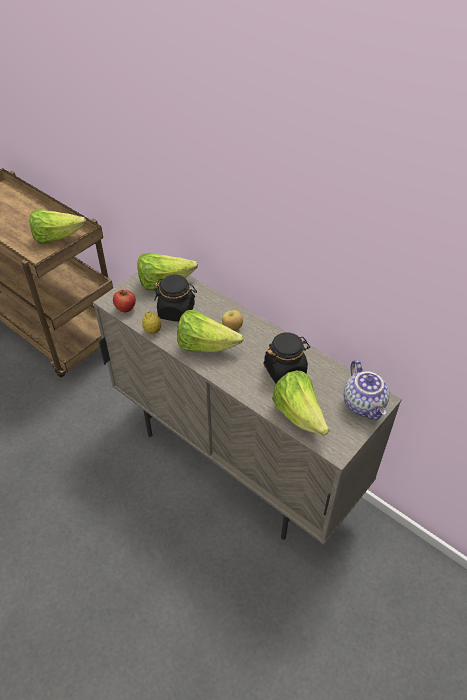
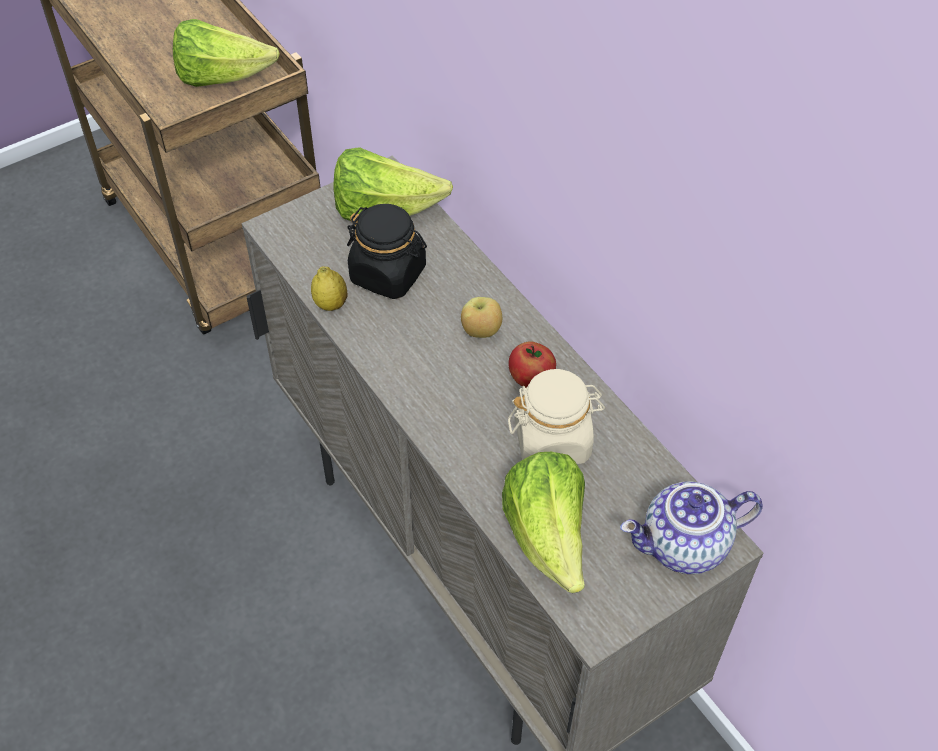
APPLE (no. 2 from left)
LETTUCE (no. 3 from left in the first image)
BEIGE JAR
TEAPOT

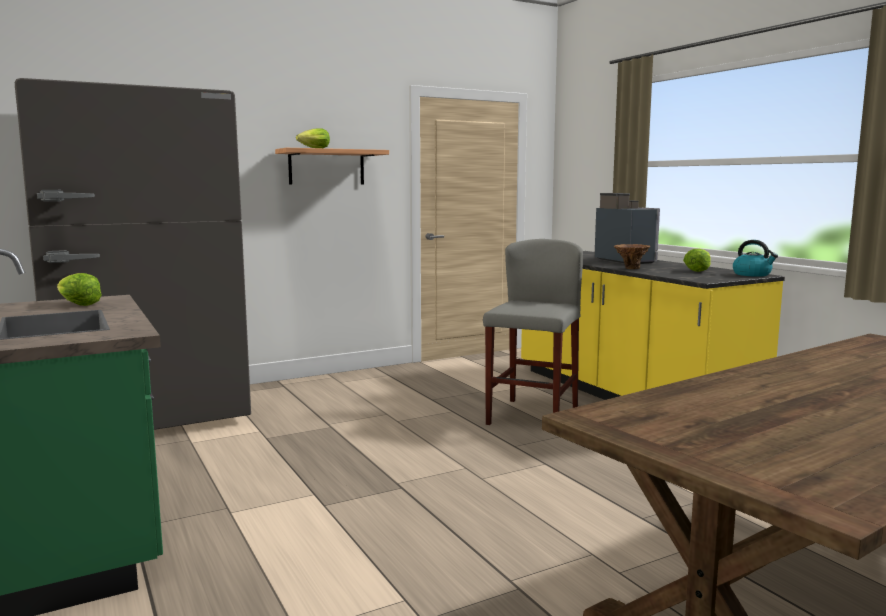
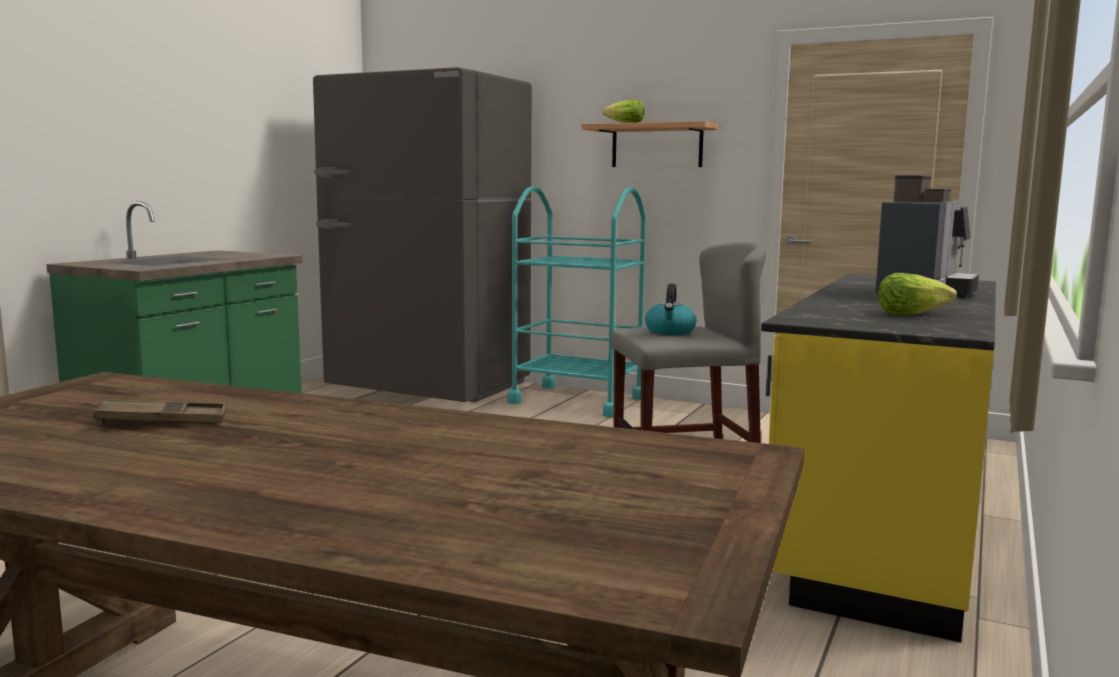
LETTUCE (no. 1 from left in the first image)
BROWN VASE
KETTLE
BROWN TRAY
TURQUOISE CART

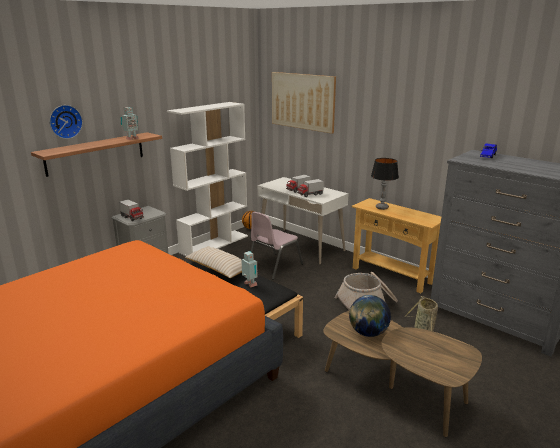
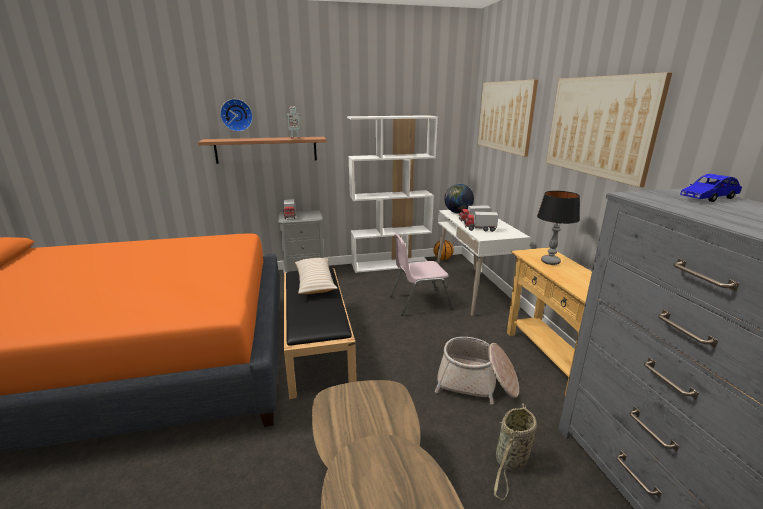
TOY ROBOT (no. 2 from left in the first image)
GLOBE
PICTURE (no. 2 from left)

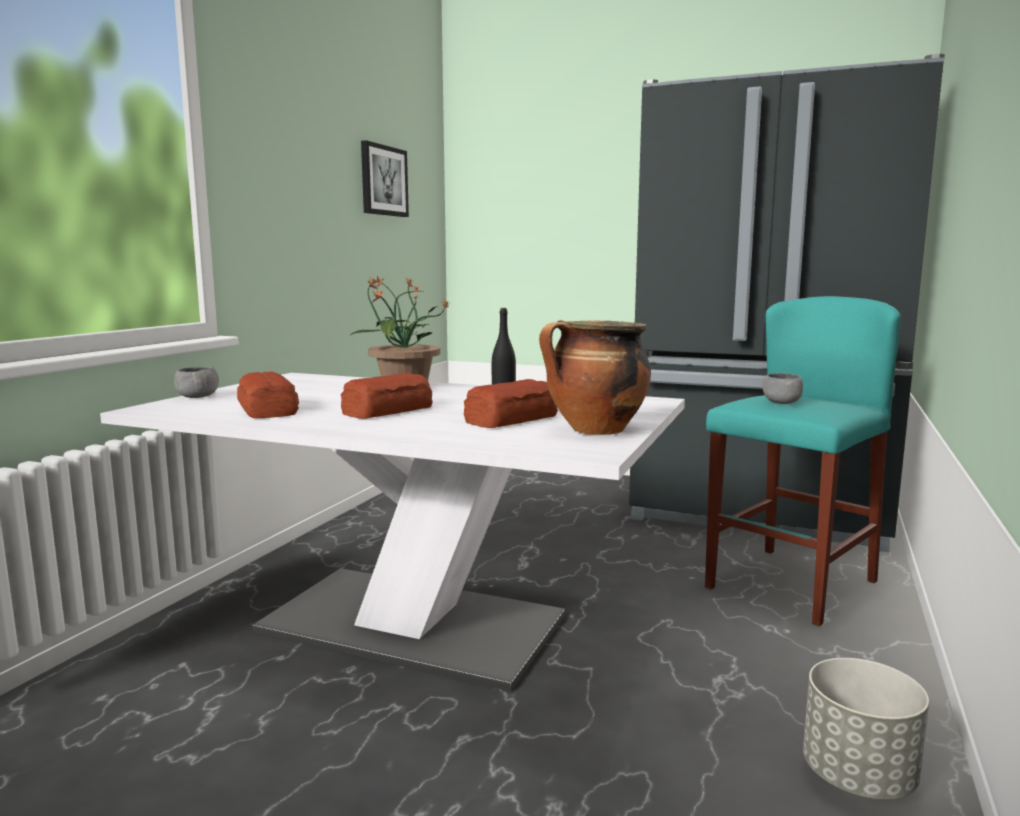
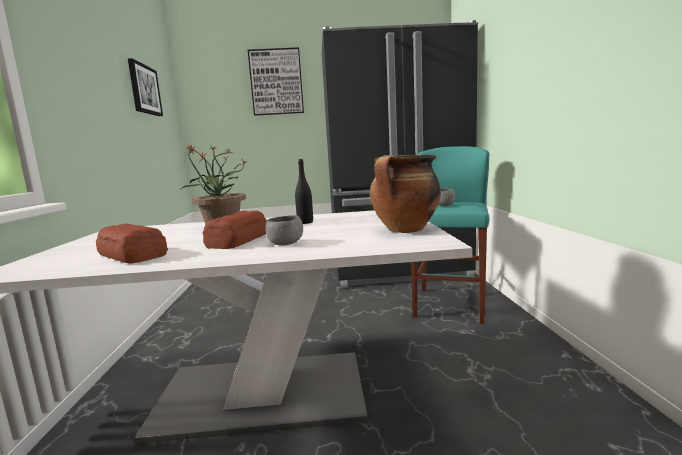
GREY BOWL (no. 1 from left)
BREAD (no. 3 from left in the first image)
GREY PLANTER
PICTURE (no. 2 from left)

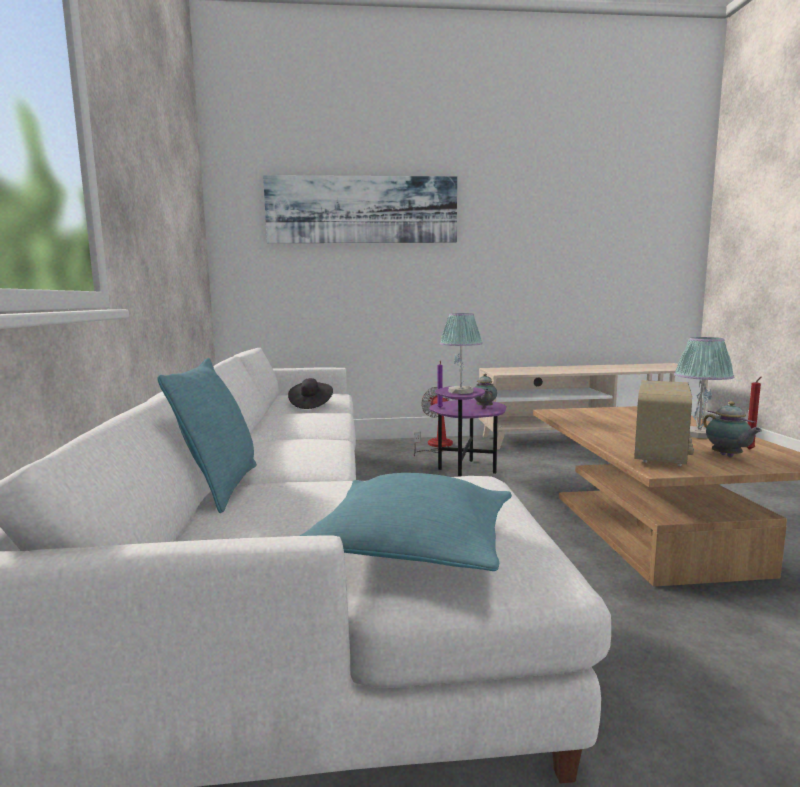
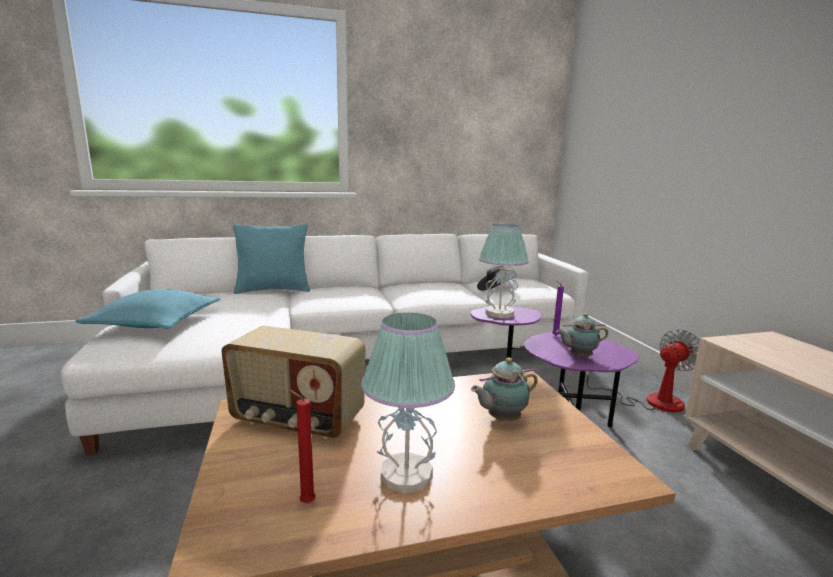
PICTURE
TEAPOT (no. 1 from left)

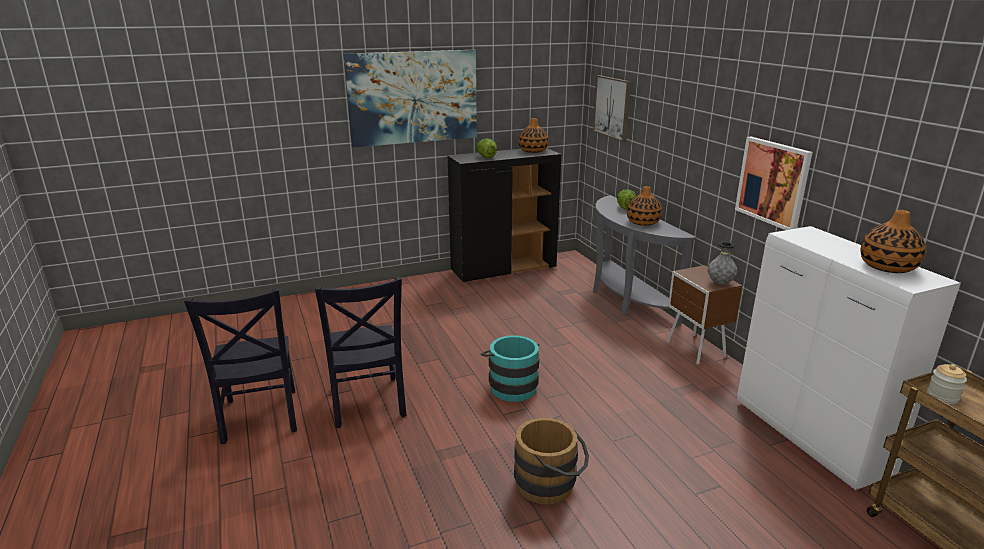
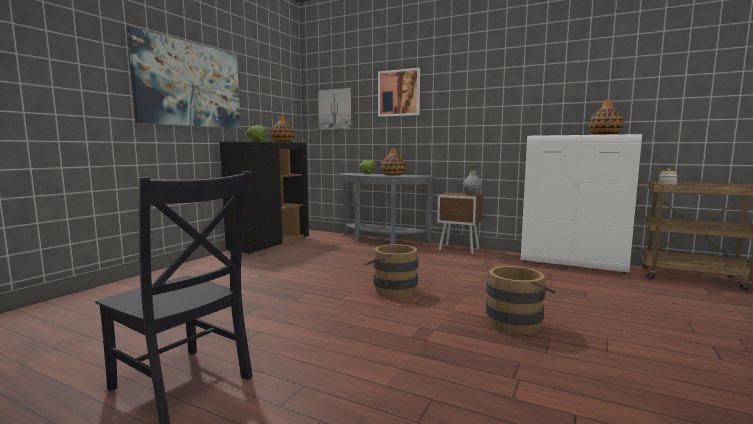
BLACK CHAIR (no. 2 from left in the first image)
BROWN BUCKET (no. 1 from left)
PICTURE (no. 3 from left)

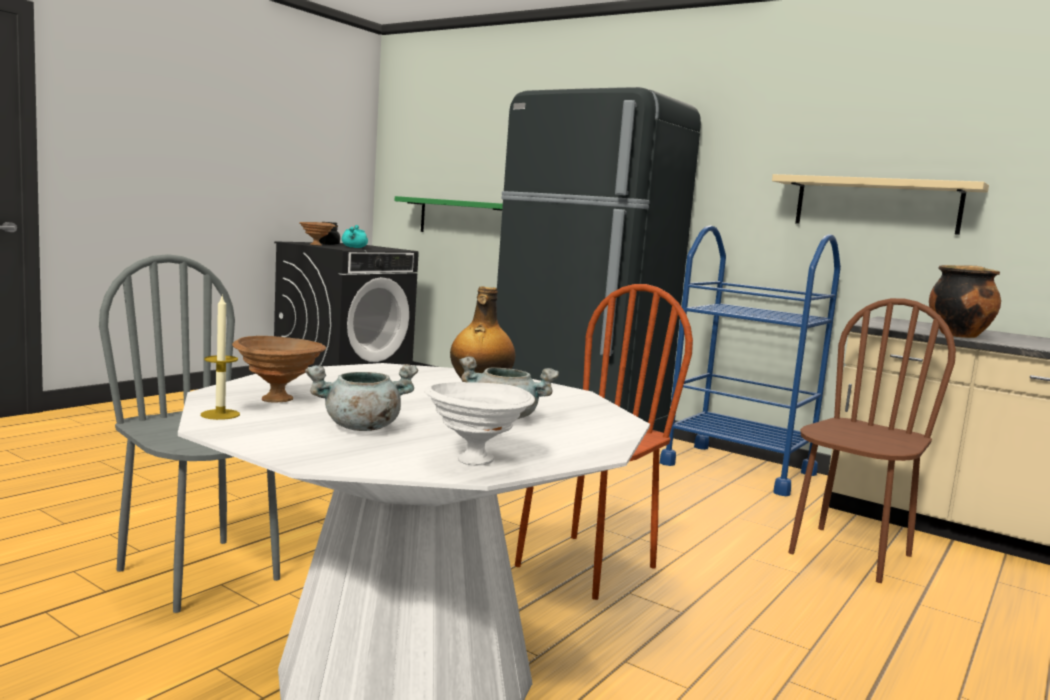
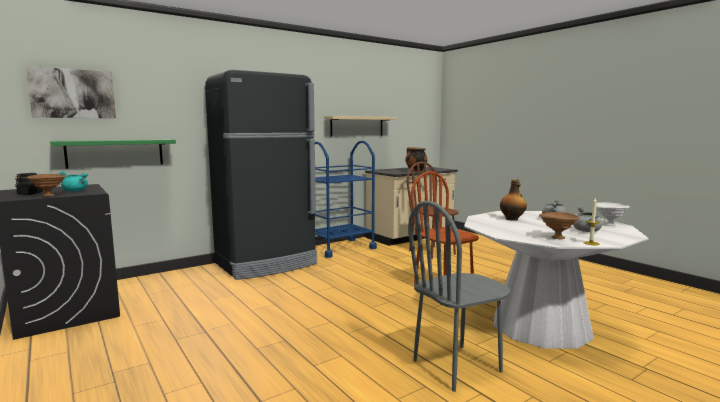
PICTURE

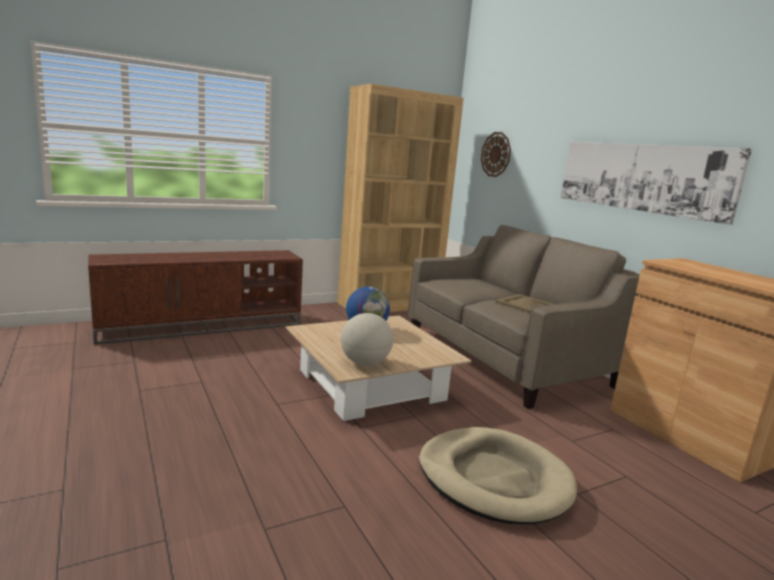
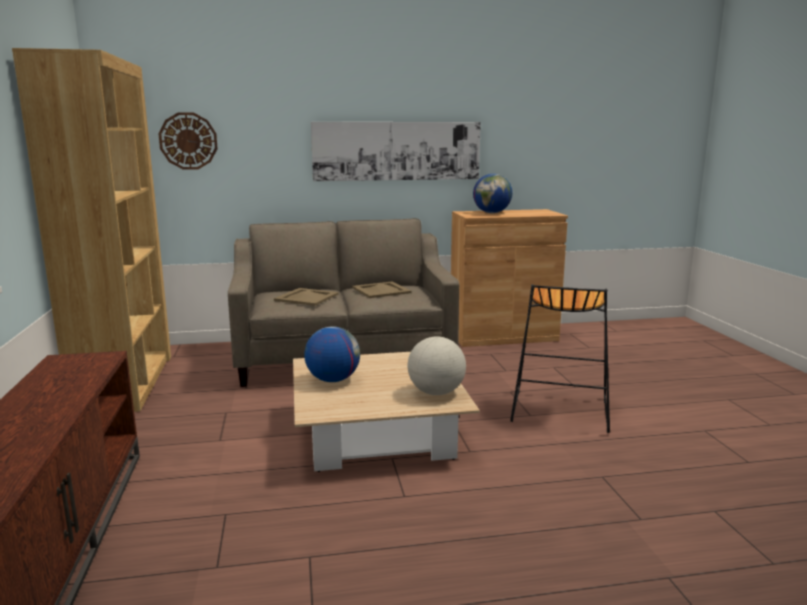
BLACK STOOL
BEIGE TRAY (no. 1 from left)
GLOBE (no. 3 from left)

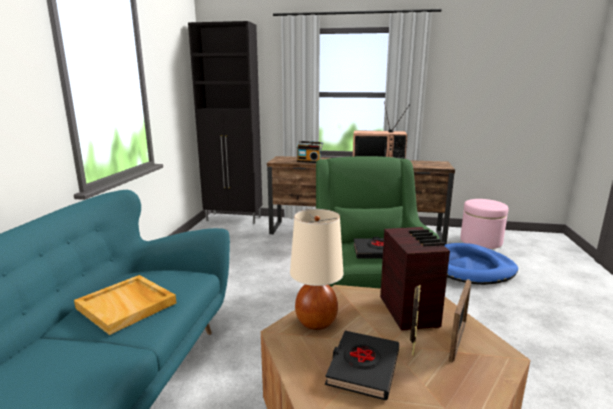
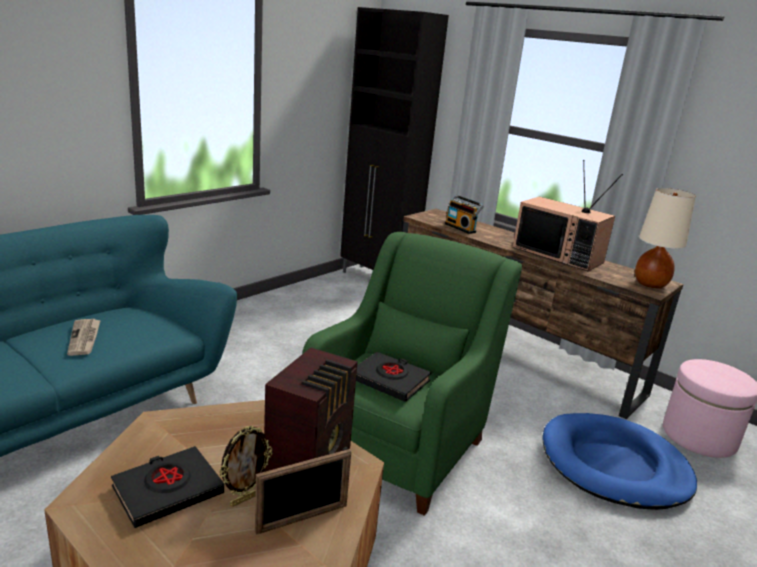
NEWSPAPER
BEIGE TABLE LAMP

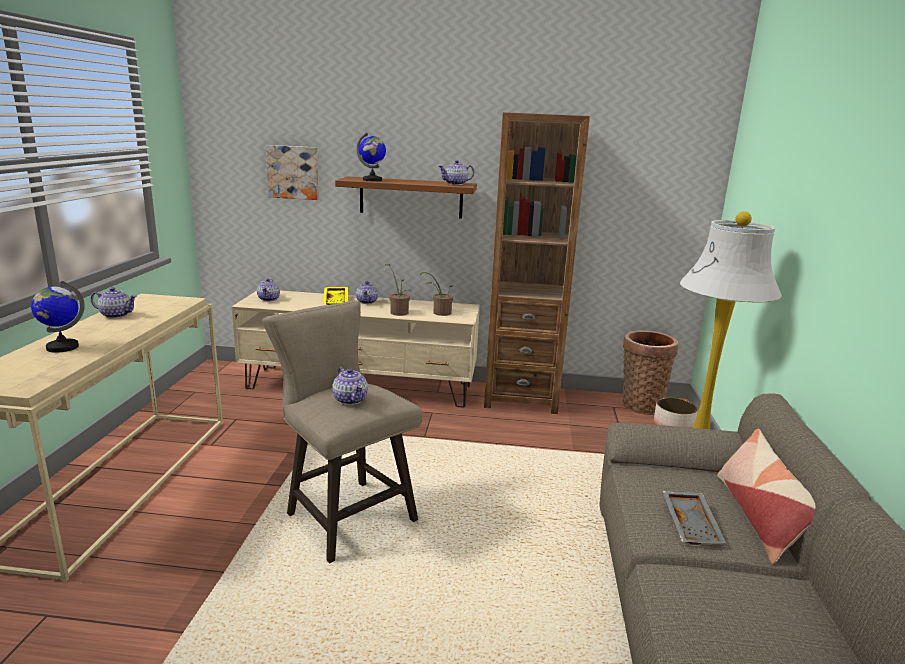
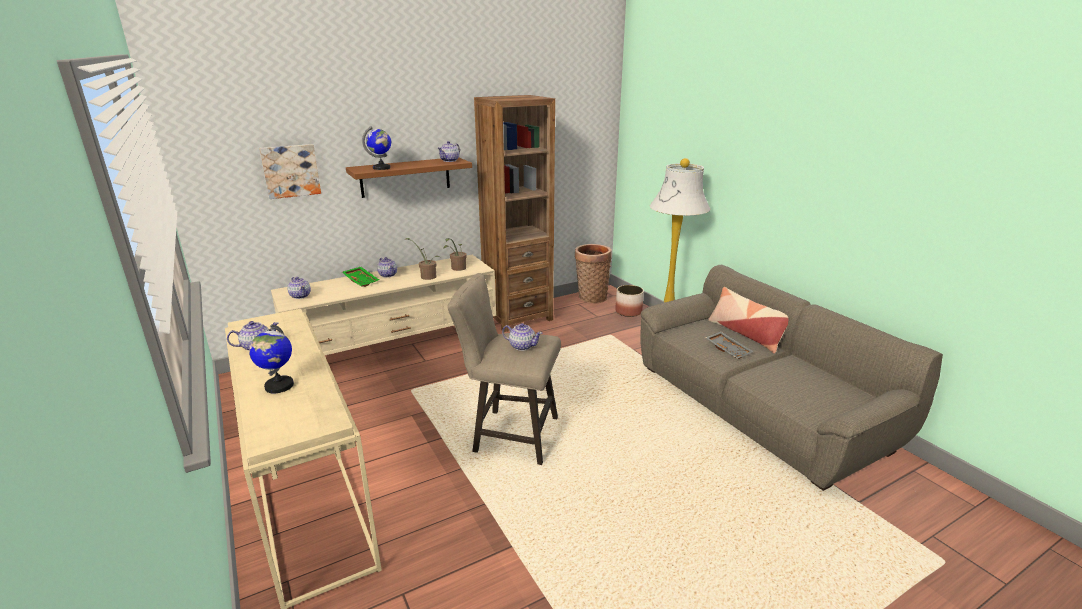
GREEN TRAY

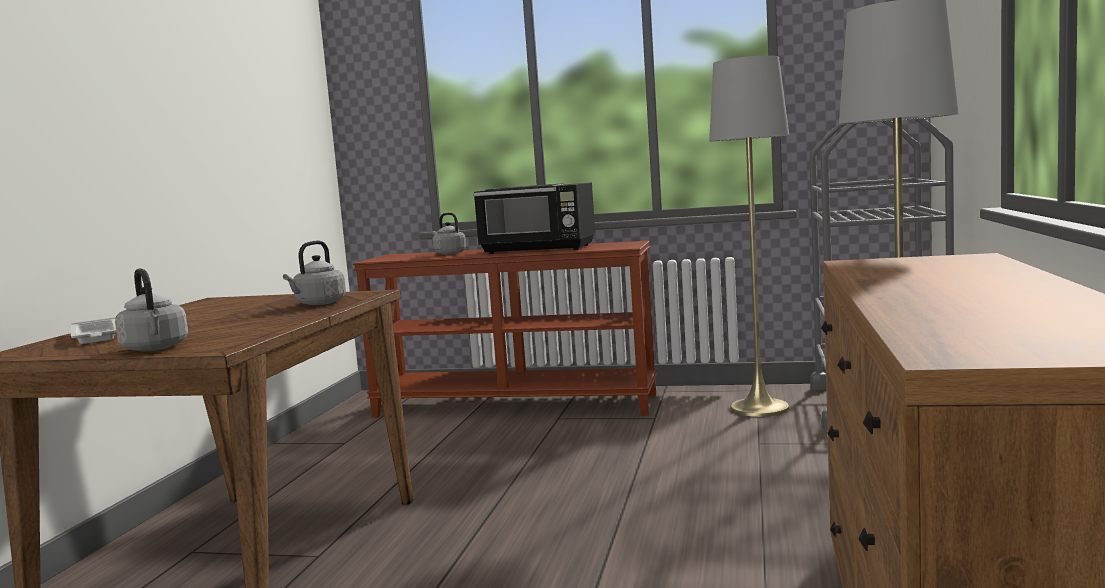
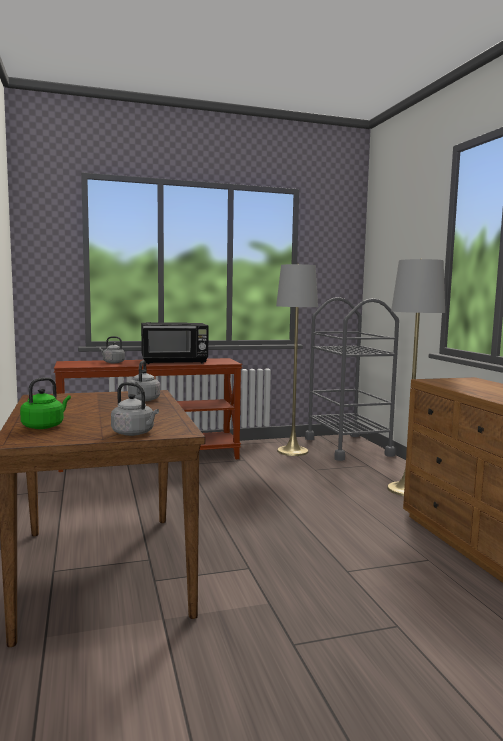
GREEN KETTLE

